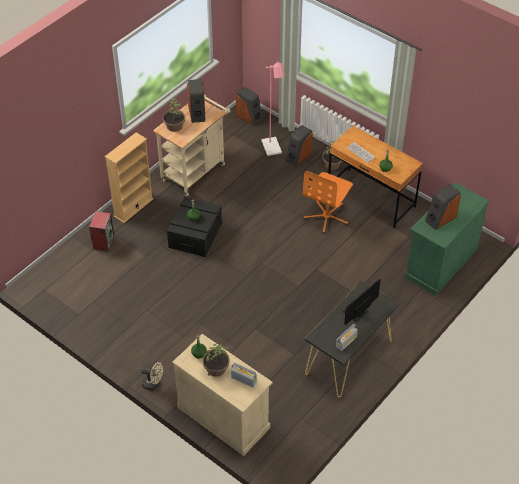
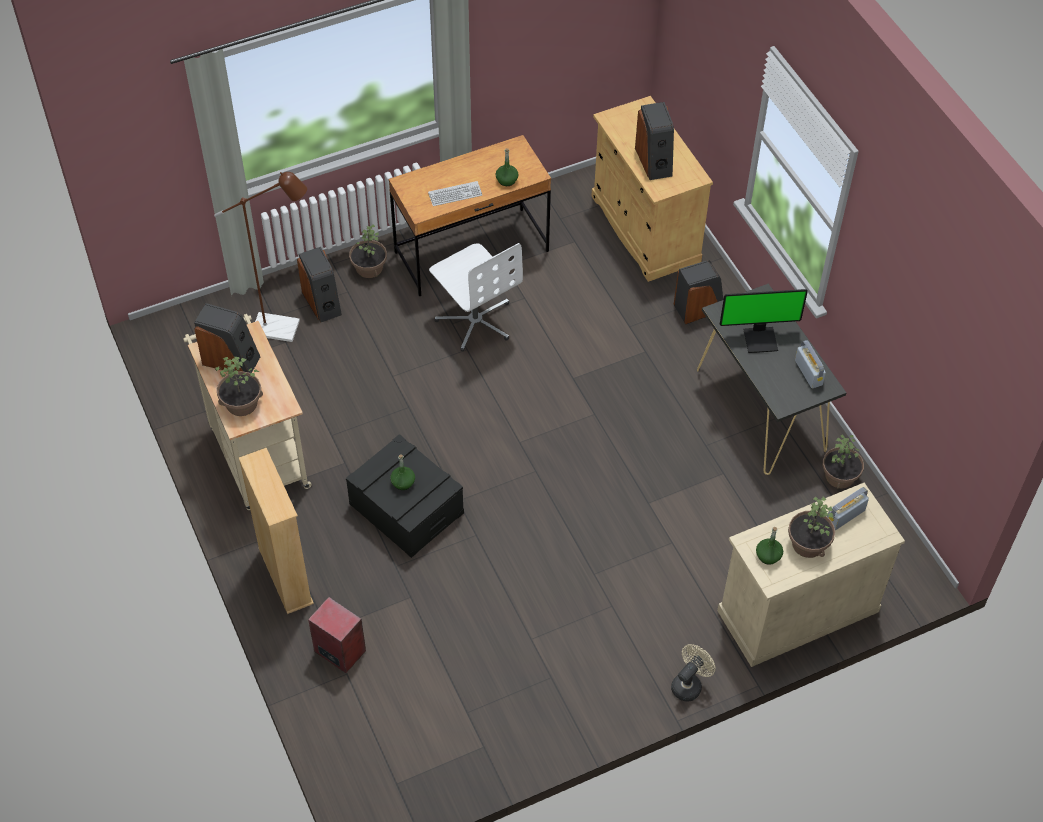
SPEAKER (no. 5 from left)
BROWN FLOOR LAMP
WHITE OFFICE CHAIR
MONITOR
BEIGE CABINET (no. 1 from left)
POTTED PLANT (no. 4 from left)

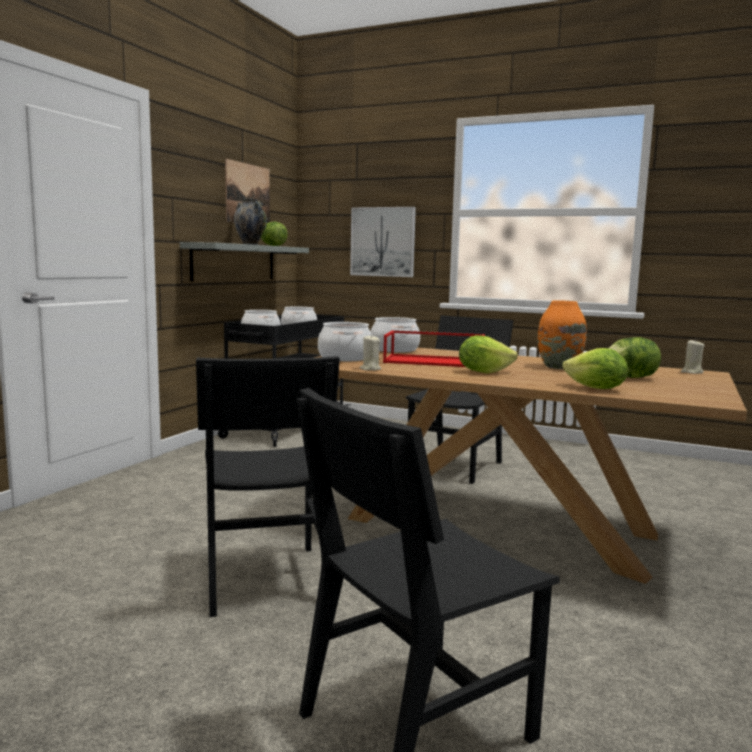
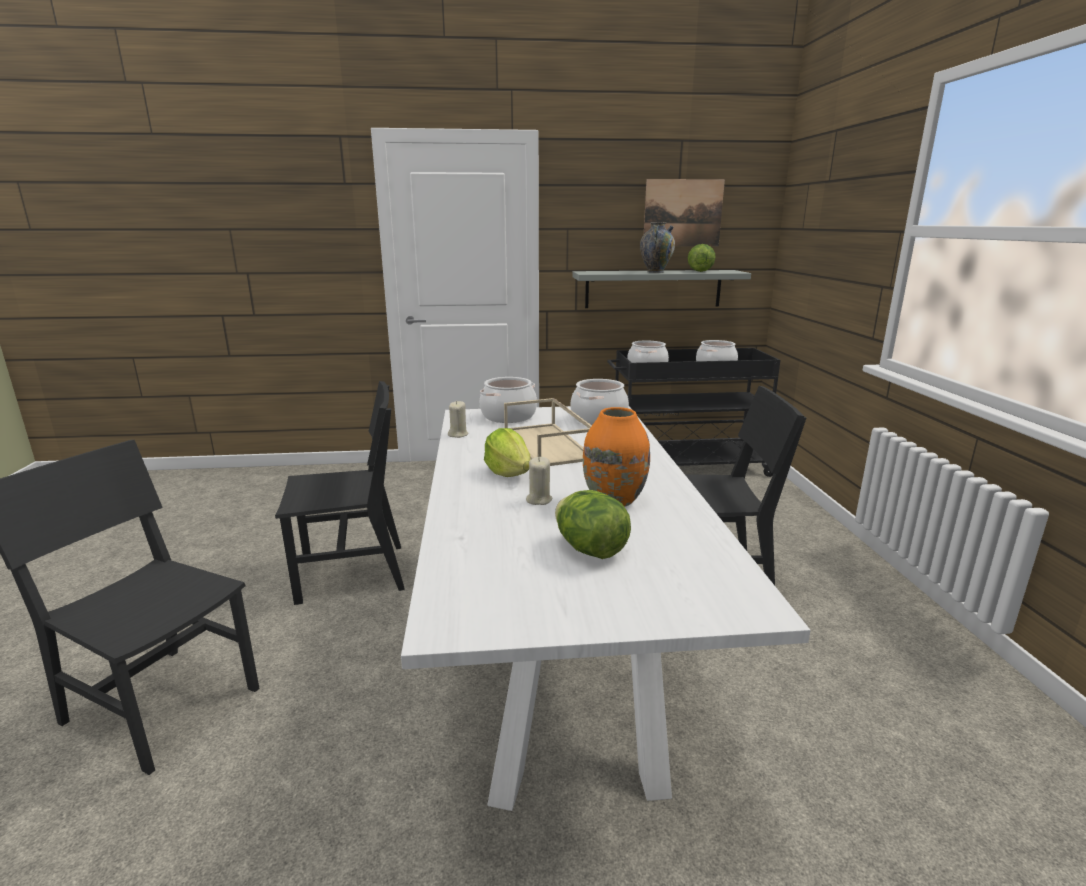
BLACK CHAIR (no. 2 from left)
WHITE DINING TABLE
PICTURE (no. 2 from left in the first image)
BEIGE TRAY
LETTUCE (no. 3 from left in the first image)
BEIGE CANDLE (no. 2 from left)

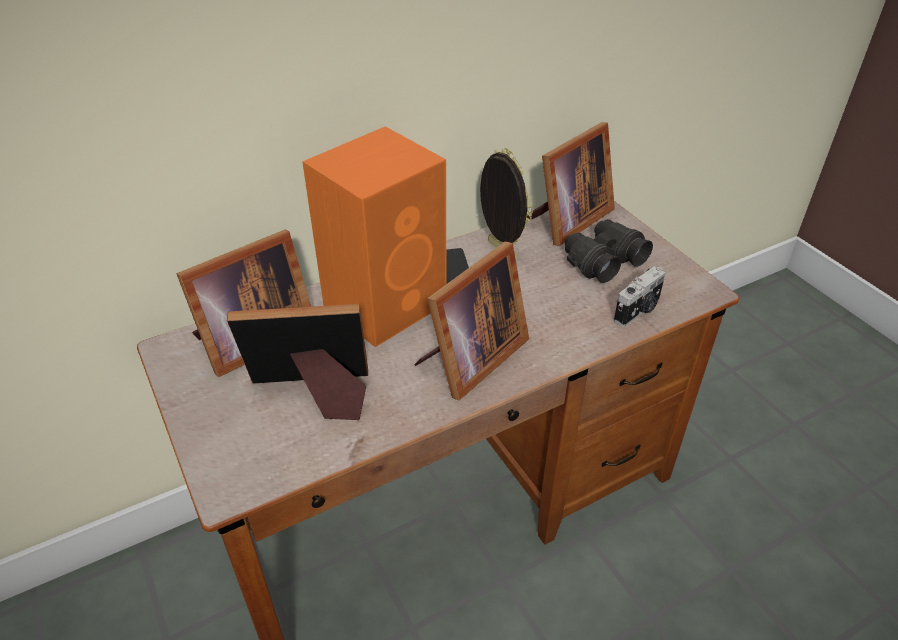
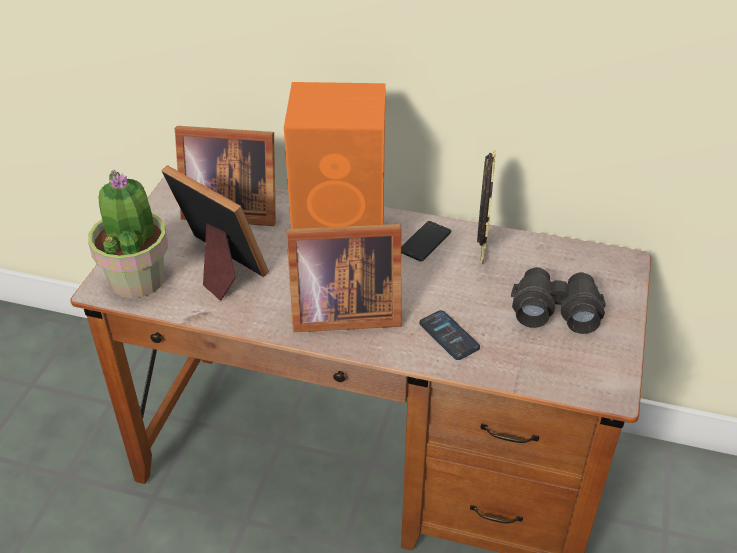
PICTURE FRAME (no. 5 from left in the first image)
PHOTO CAMERA
POTTED PLANT
PHONE (no. 2 from left)

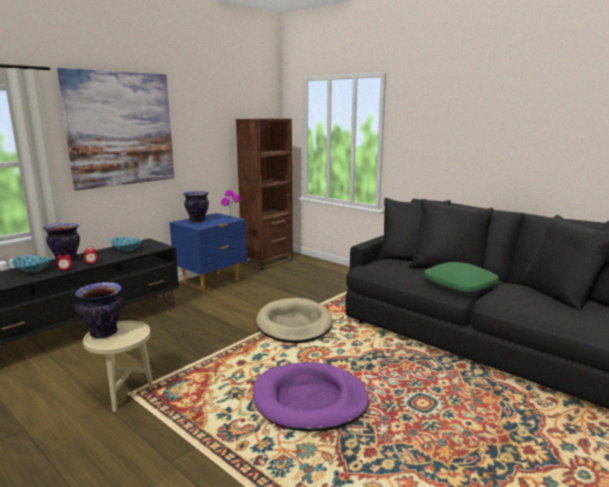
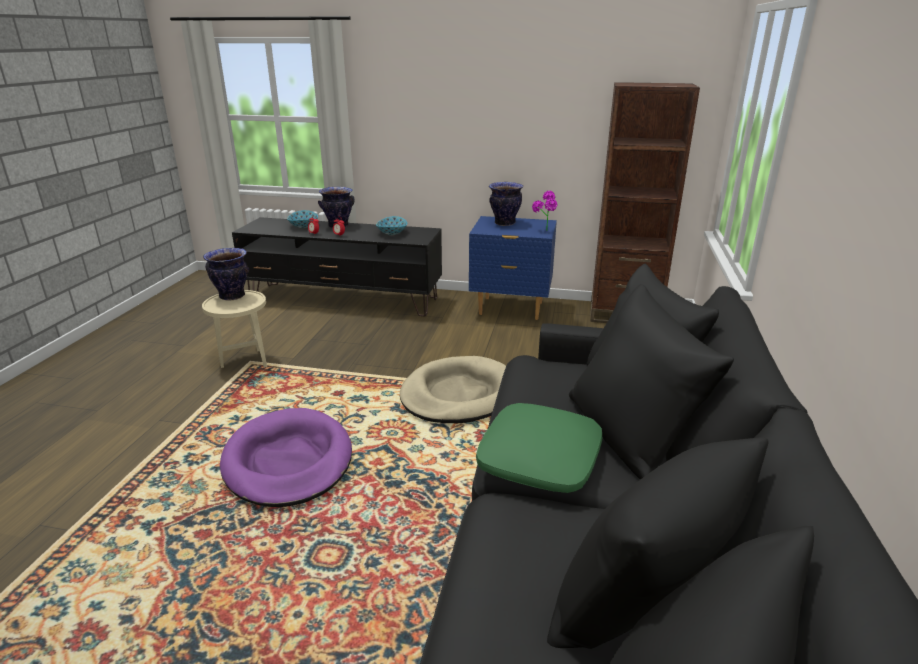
PICTURE

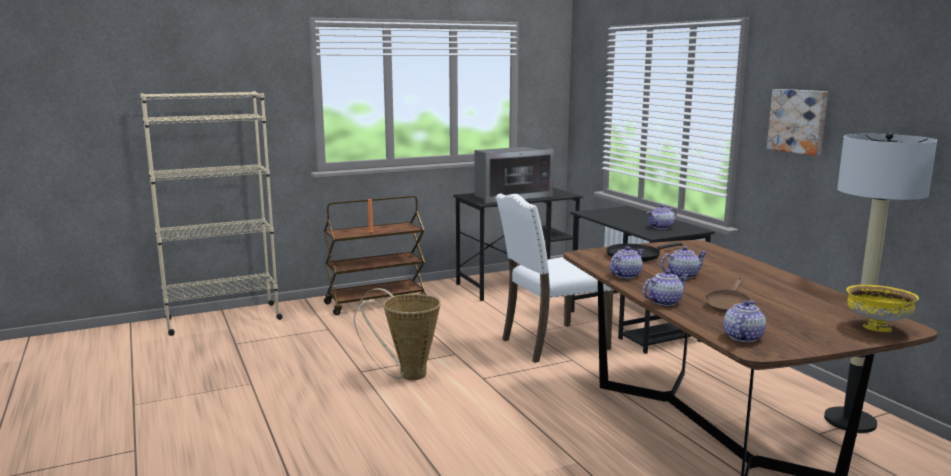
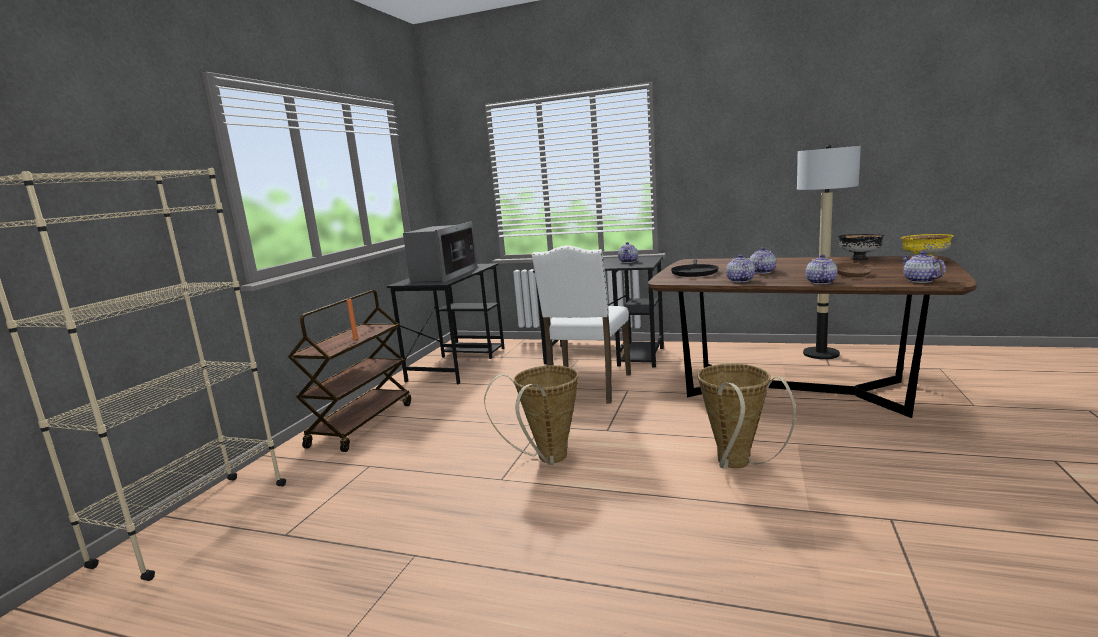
PICTURE
BASKET (no. 2 from left)
BLACK BOWL

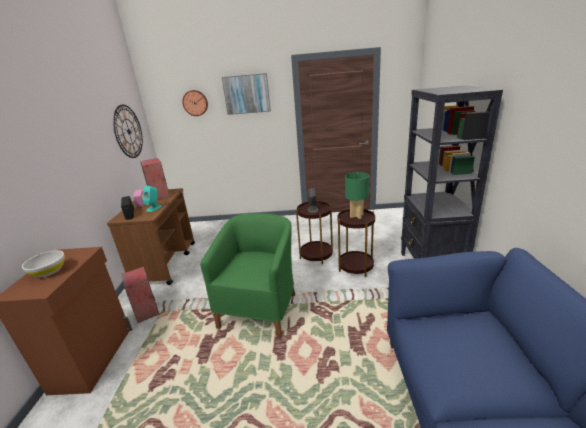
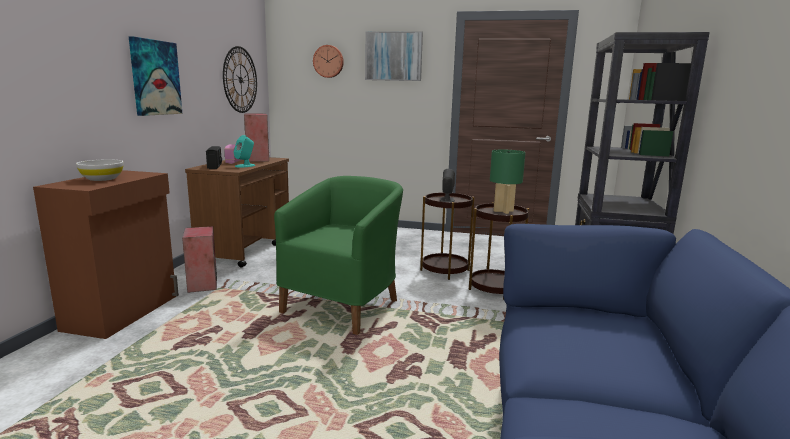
PICTURE (no. 1 from left)

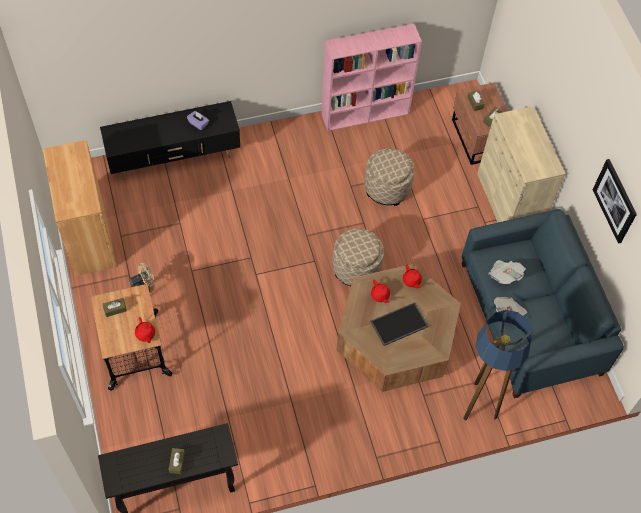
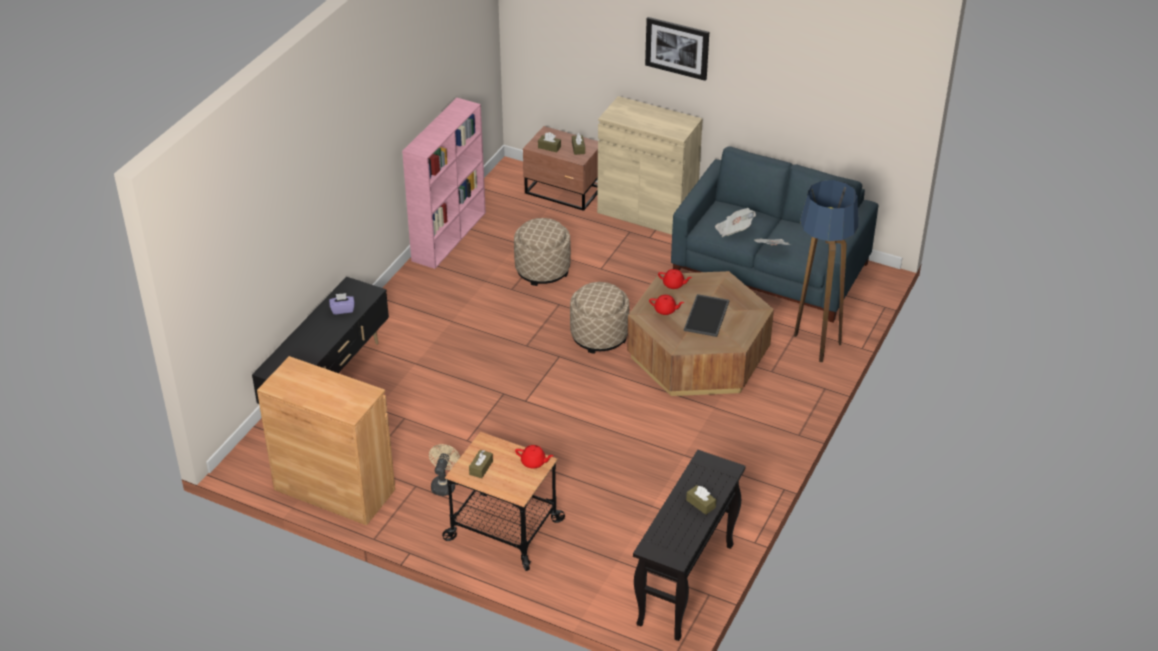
PICTURE

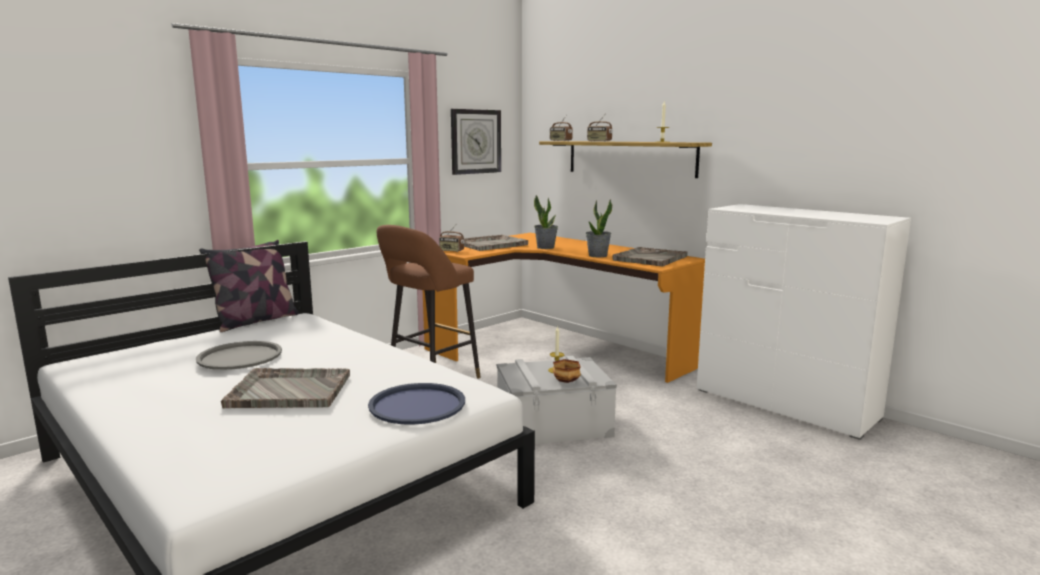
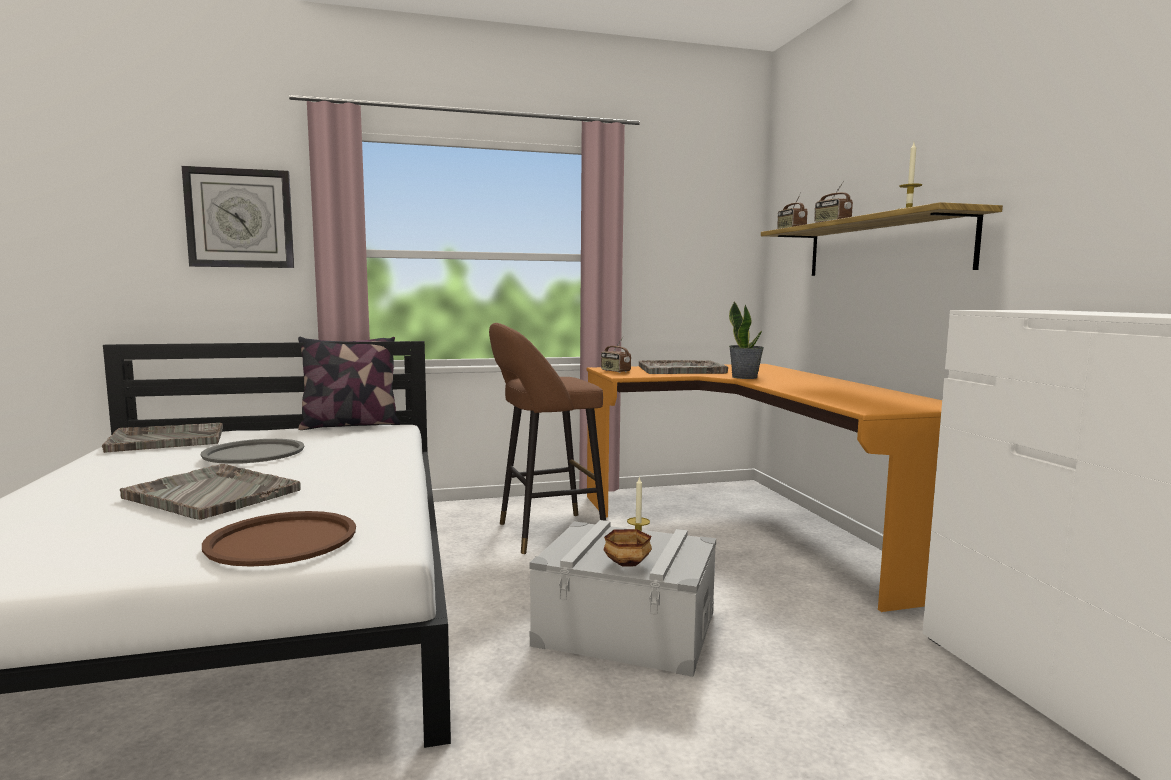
BROWN TRAY
WALL CLOCK
POTTED PLANT (no. 2 from left in the first image)
GREY TRAY (no. 1 from left)

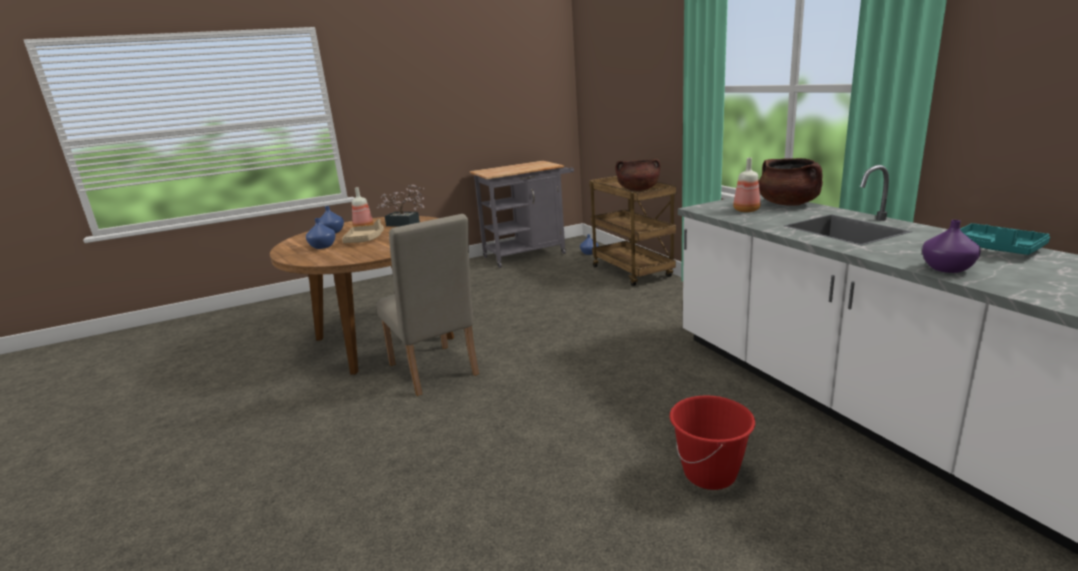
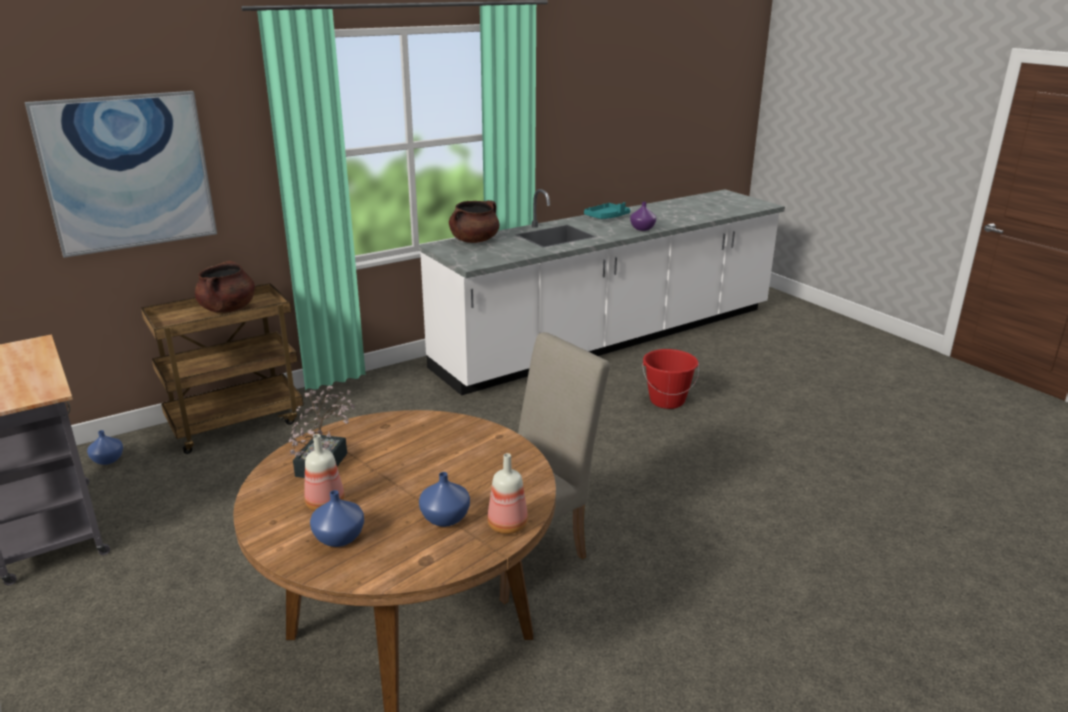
BEIGE TRAY
BOTTLE (no. 2 from left)
PICTURE

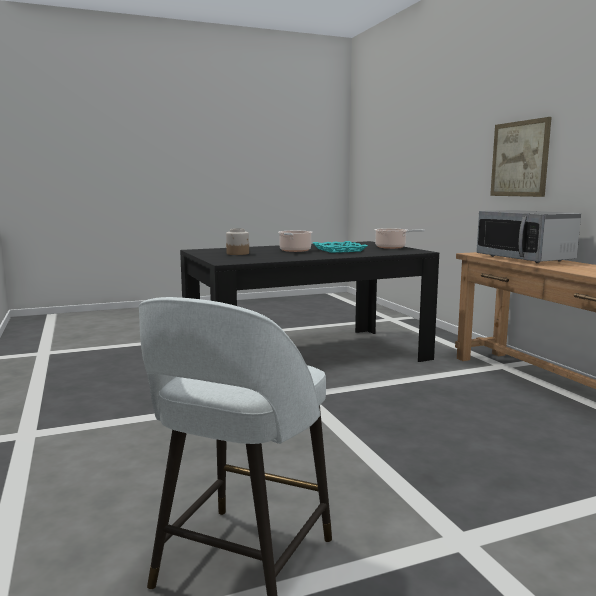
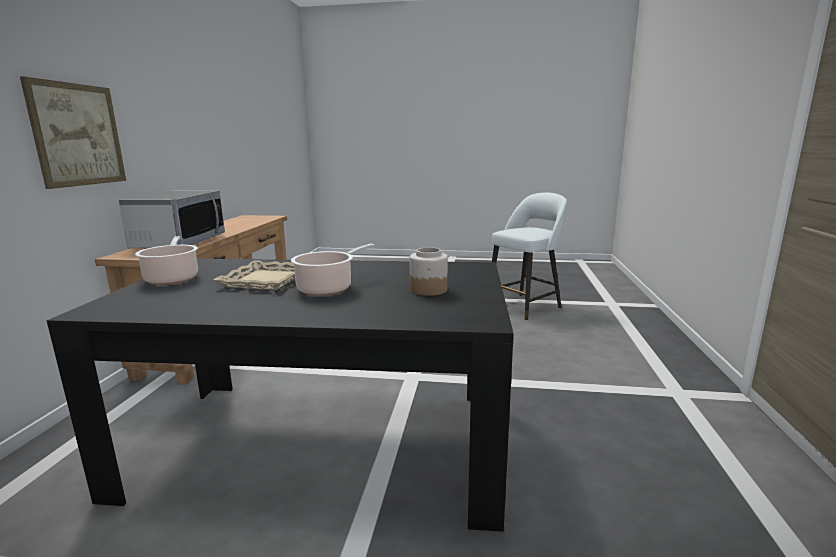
BEIGE TRAY

